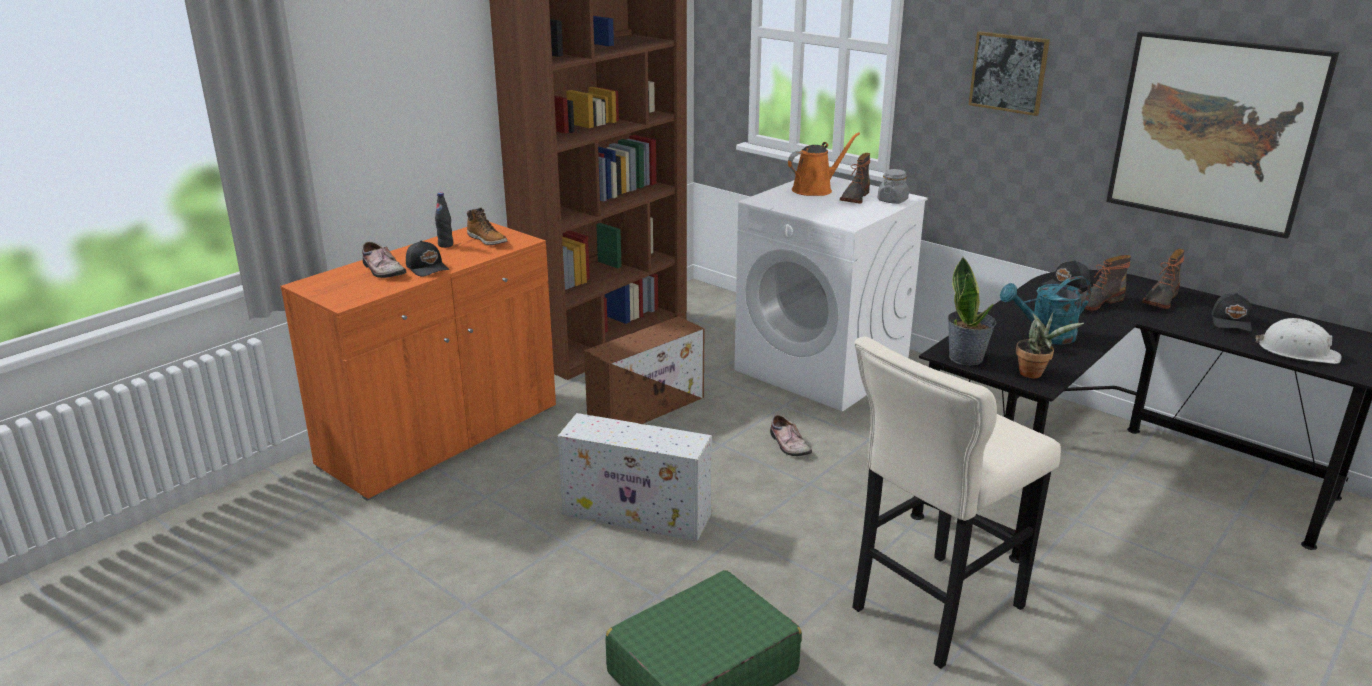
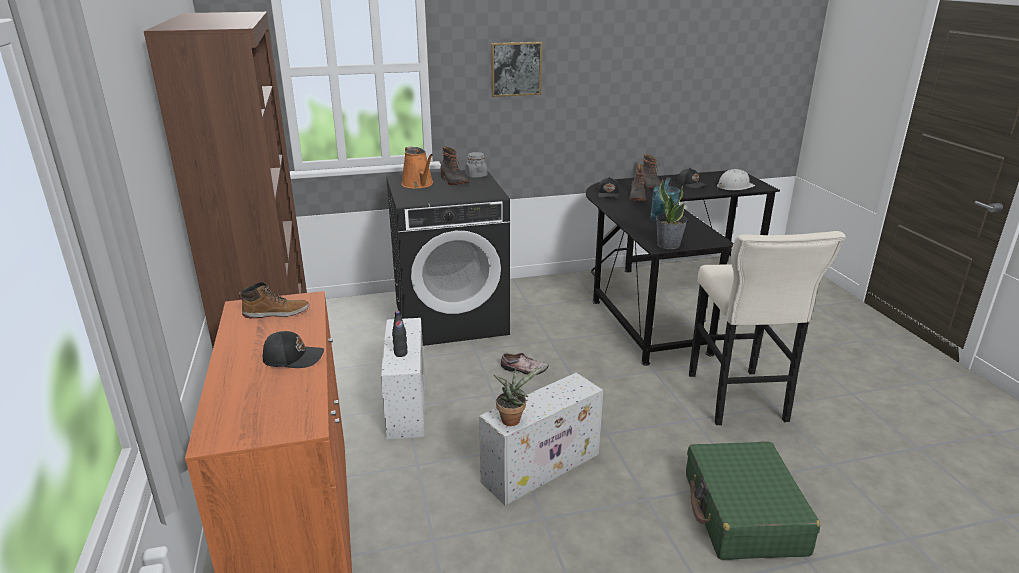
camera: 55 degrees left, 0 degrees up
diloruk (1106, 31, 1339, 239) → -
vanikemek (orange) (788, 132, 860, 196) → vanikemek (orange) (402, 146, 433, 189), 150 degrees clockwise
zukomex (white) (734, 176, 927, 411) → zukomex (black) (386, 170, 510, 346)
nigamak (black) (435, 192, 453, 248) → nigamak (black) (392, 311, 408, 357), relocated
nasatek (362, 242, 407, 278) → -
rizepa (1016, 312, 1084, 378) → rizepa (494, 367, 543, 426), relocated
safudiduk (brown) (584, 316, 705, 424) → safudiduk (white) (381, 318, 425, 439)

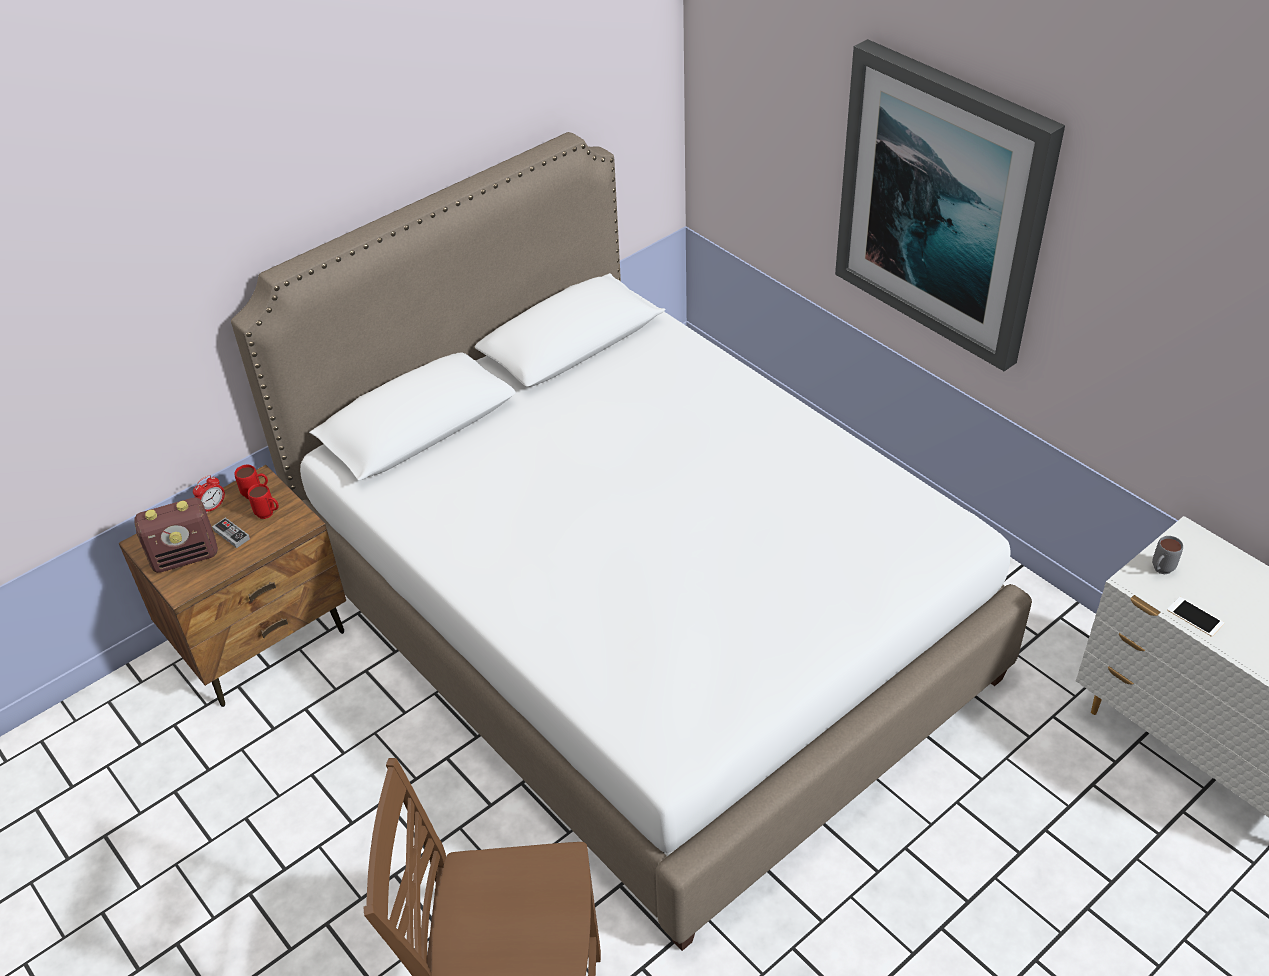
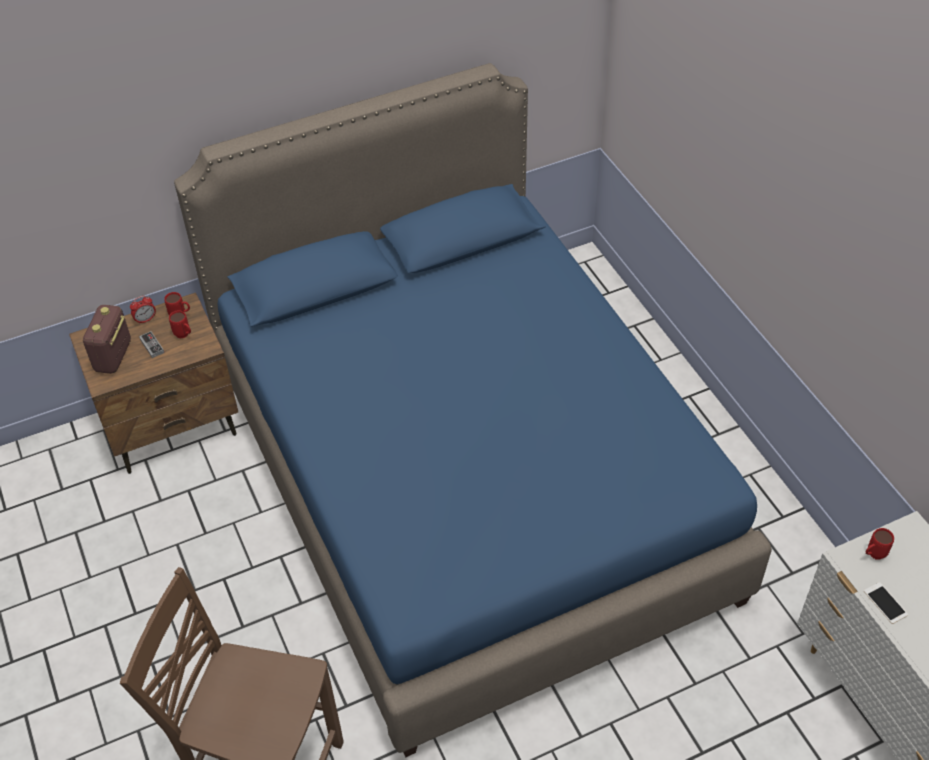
camera: 15 degrees right, 5 degrees up
diloruk (835, 39, 1065, 371) → -
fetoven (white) (231, 132, 1032, 951) → fetoven (blue) (174, 63, 772, 757)
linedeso (134, 498, 218, 573) → linedeso (83, 305, 131, 374), 105 degrees clockwise
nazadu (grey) (1152, 536, 1183, 574) → nazadu (red) (866, 528, 894, 560)

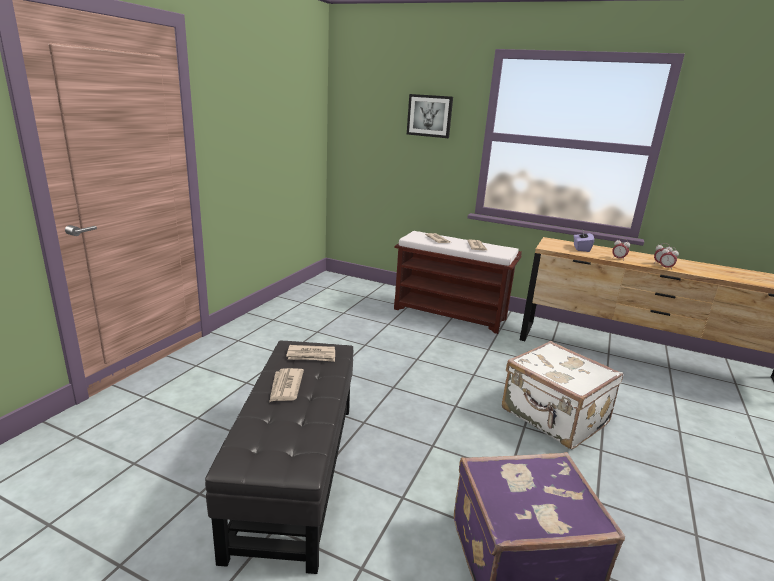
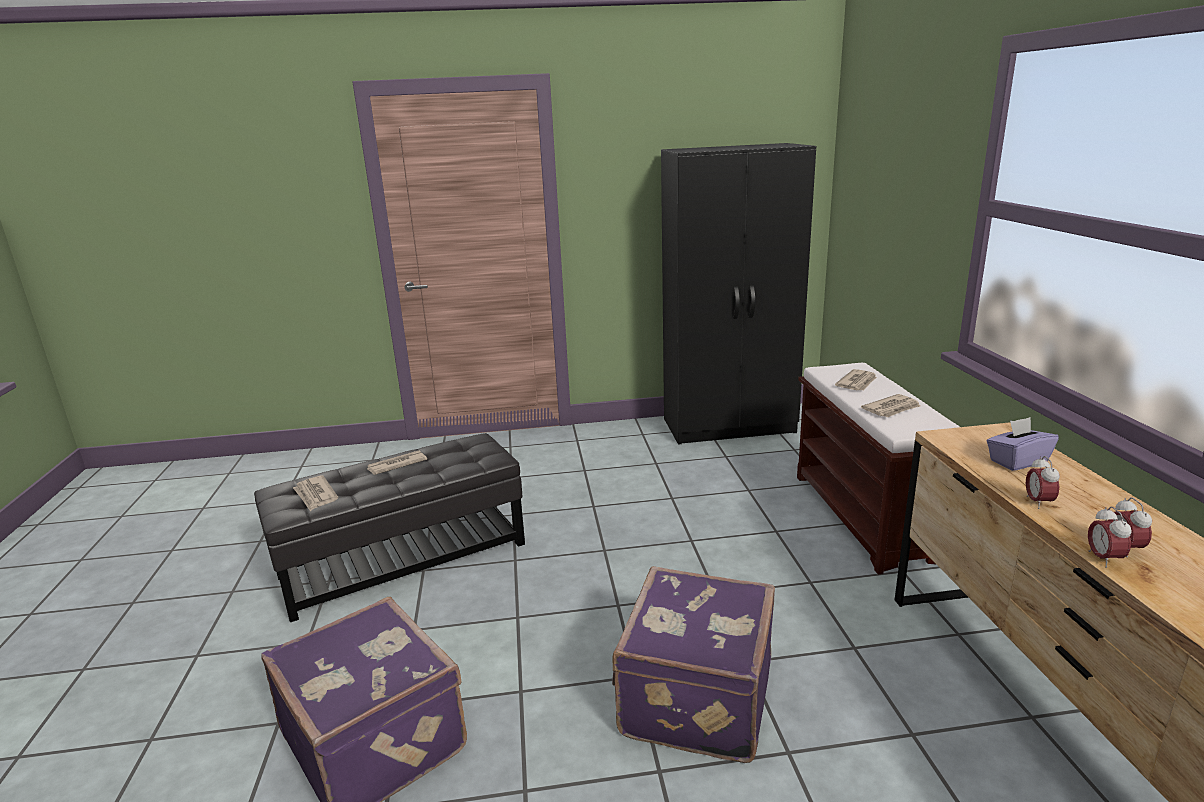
camera: 60 degrees right, 0 degrees up
diloruk (407, 94, 453, 138) → -
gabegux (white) (502, 341, 623, 449) → gabegux (purple) (612, 566, 775, 763)
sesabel (286, 345, 335, 362) → sesabel (293, 475, 338, 511), relocated
- → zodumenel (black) (661, 143, 816, 445)

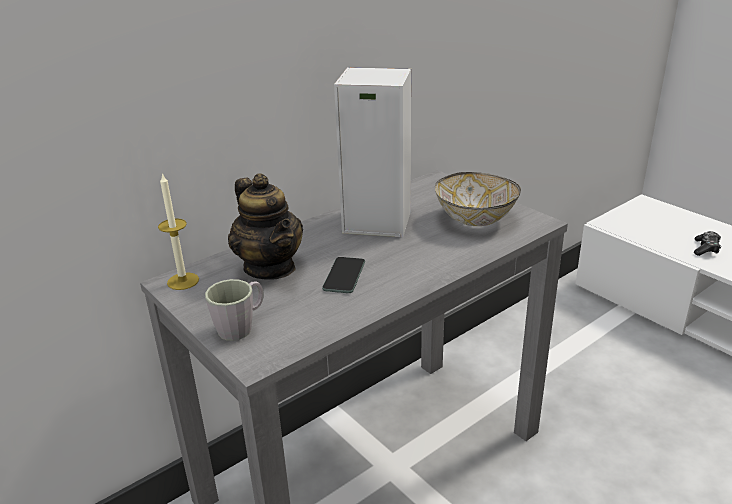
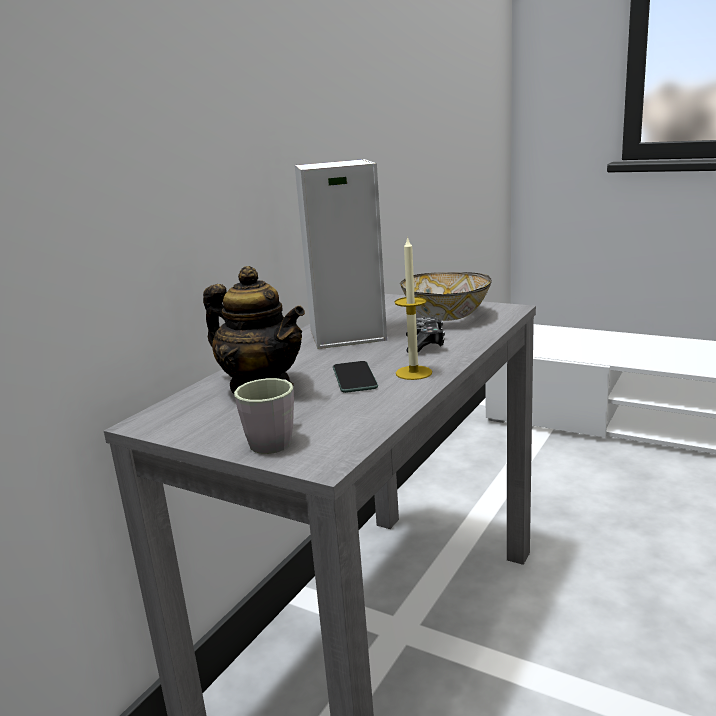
camera: 20 degrees left, 10 degrees down
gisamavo (158, 173, 199, 290) → gisamavo (395, 236, 432, 380), relocated
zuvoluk (694, 231, 721, 256) → zuvoluk (406, 317, 445, 352), relocated

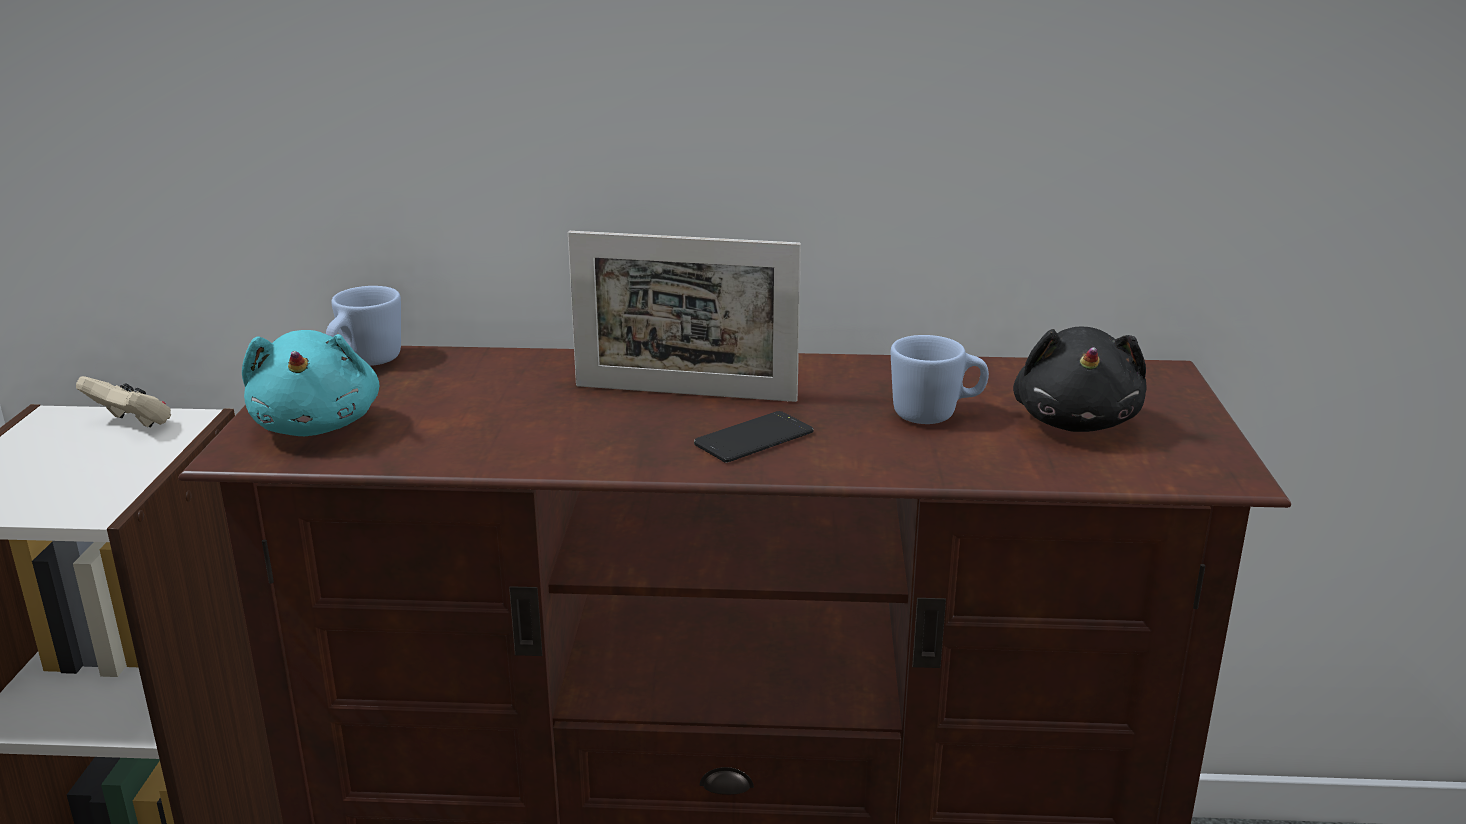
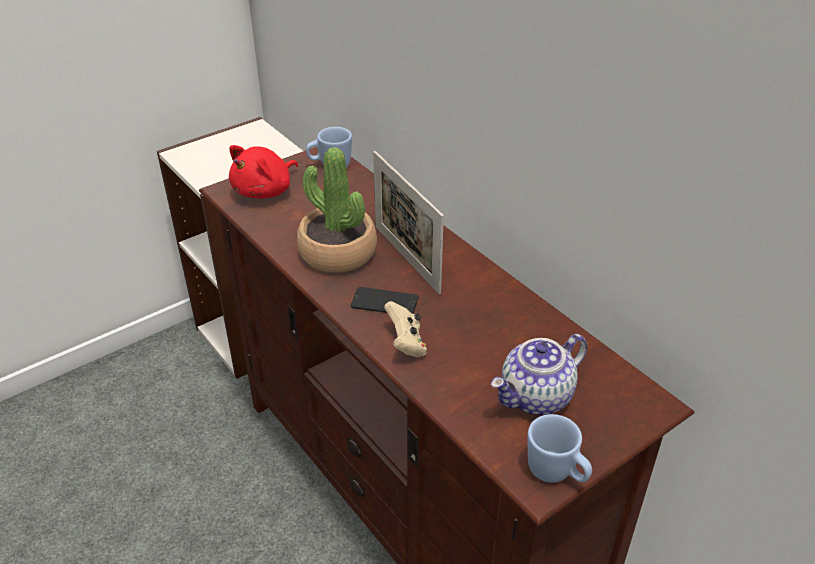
camera: 50 degrees right, 15 degrees up
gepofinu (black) (1013, 327, 1147, 432) → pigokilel (491, 334, 587, 415)
gepofinu (turquoise) (242, 330, 379, 436) → gepofinu (red) (229, 145, 298, 198)
nazadu (blue) (891, 335, 989, 424) → nazadu (blue) (528, 414, 592, 482), relocated
zuvoluk (beige) (76, 376, 171, 428) → zuvoluk (beige) (384, 301, 427, 357), relocated
- → rizepa (297, 147, 377, 272)

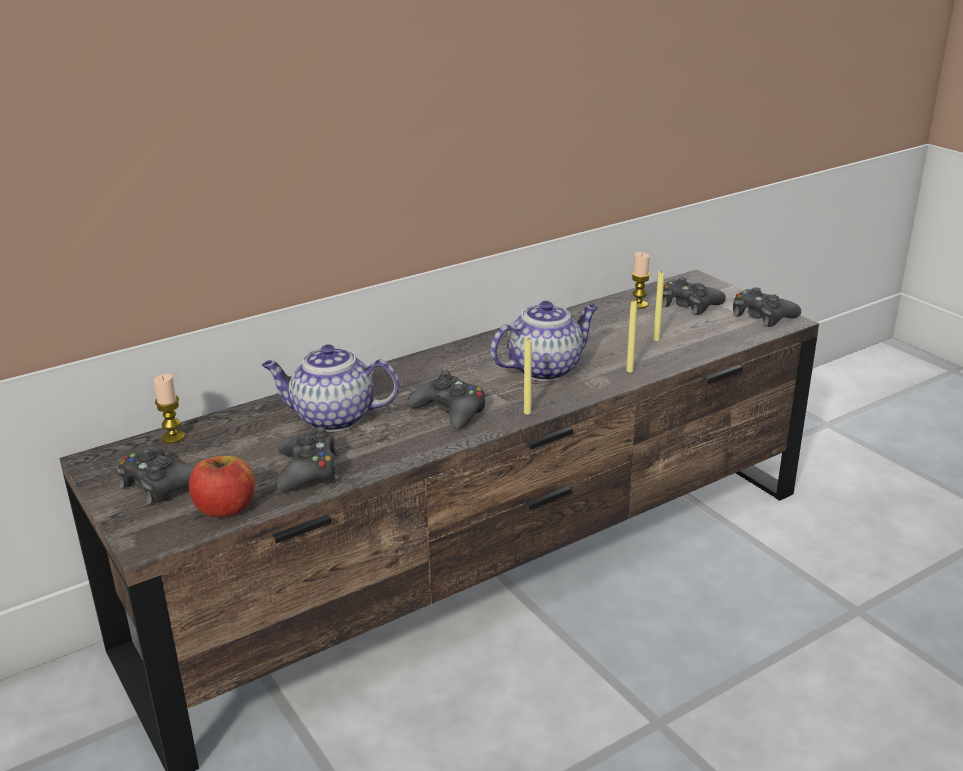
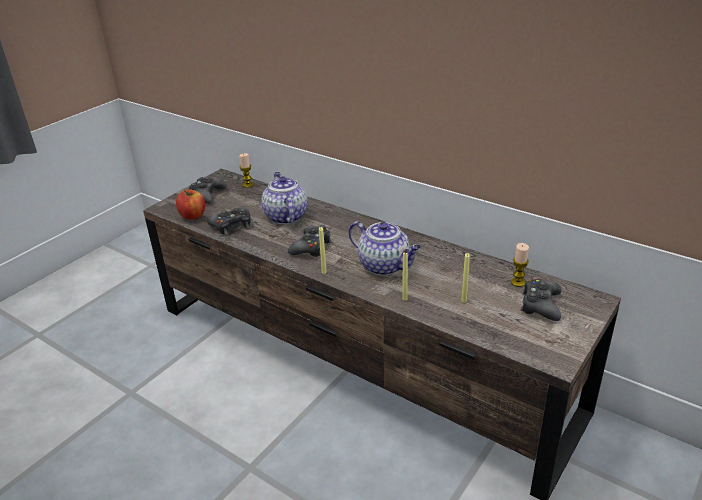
camera: 70 degrees right, 5 degrees up
zuvoluk (black) (733, 288, 801, 327) → -

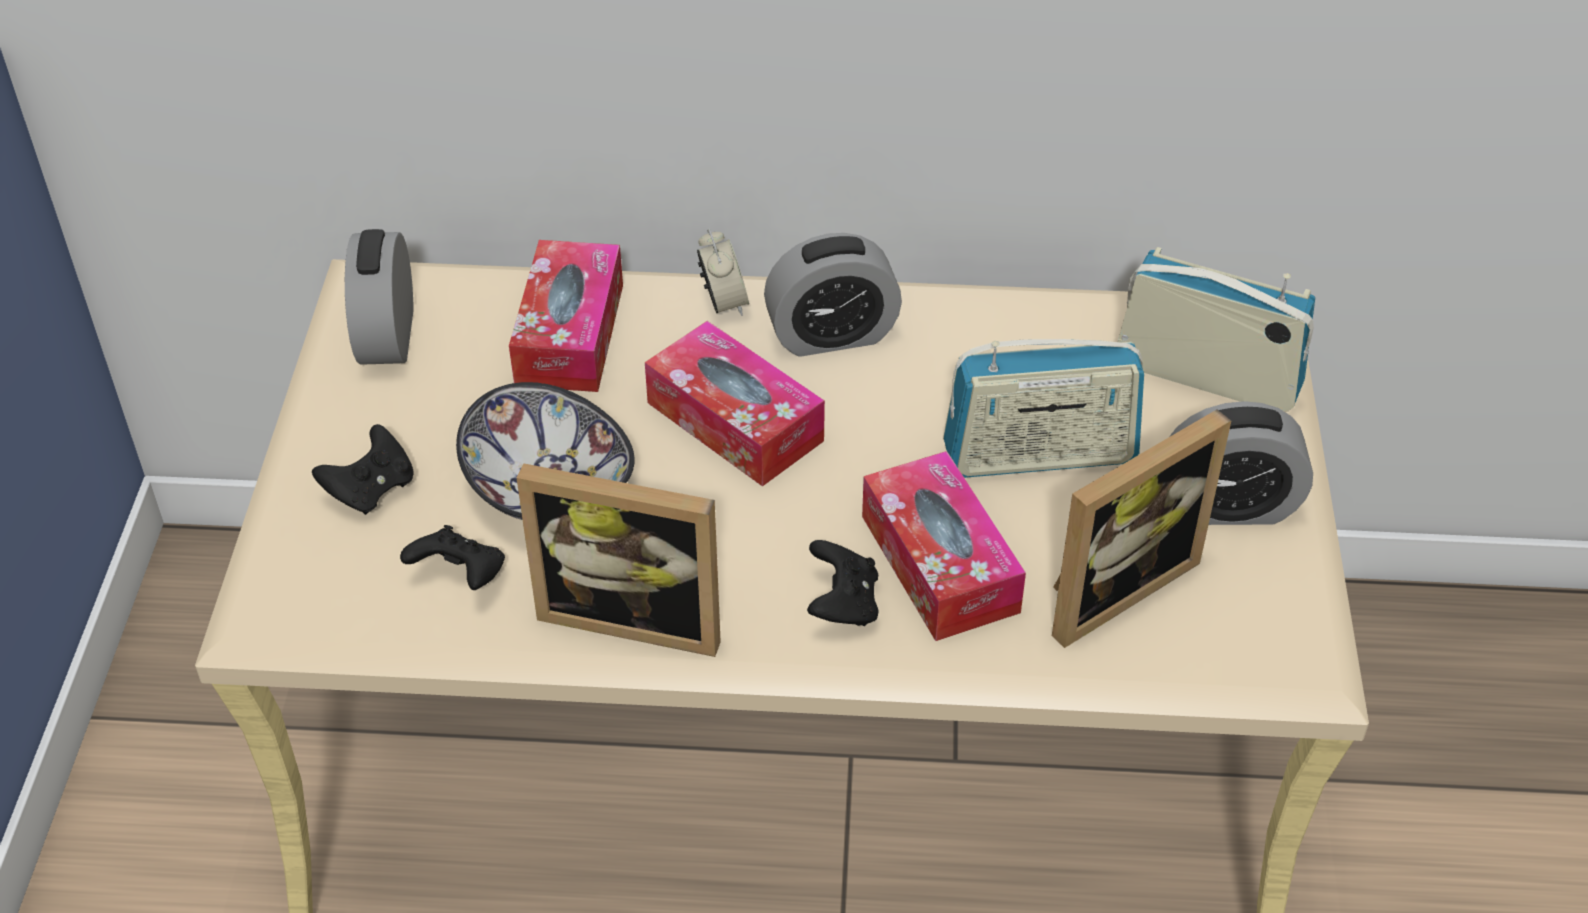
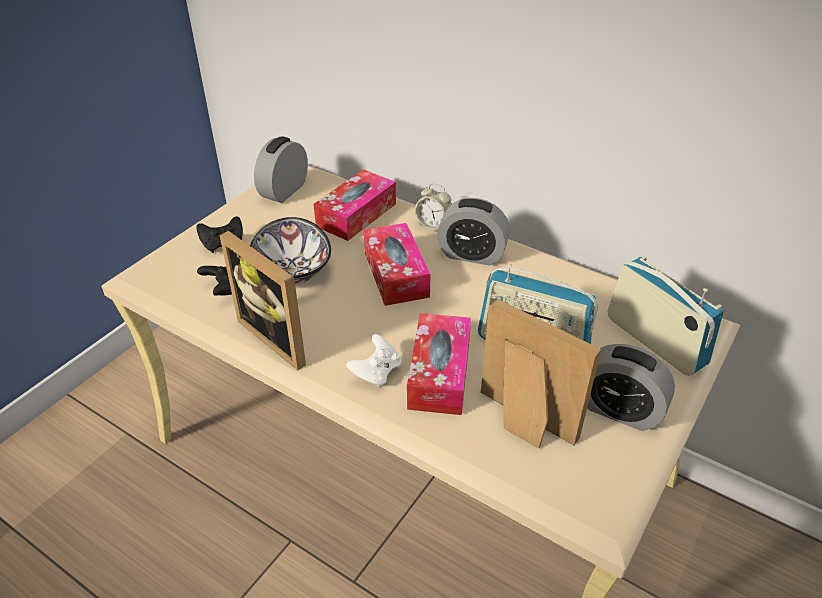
camera: 30 degrees right, 5 degrees down
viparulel (697, 228, 749, 316) → viparulel (415, 184, 452, 230), 105 degrees clockwise
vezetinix (1052, 409, 1231, 648) → vezetinix (481, 298, 601, 449), 135 degrees counterclockwise
zuvoluk (black) (807, 540, 879, 626) → zuvoluk (white) (346, 334, 401, 387)

